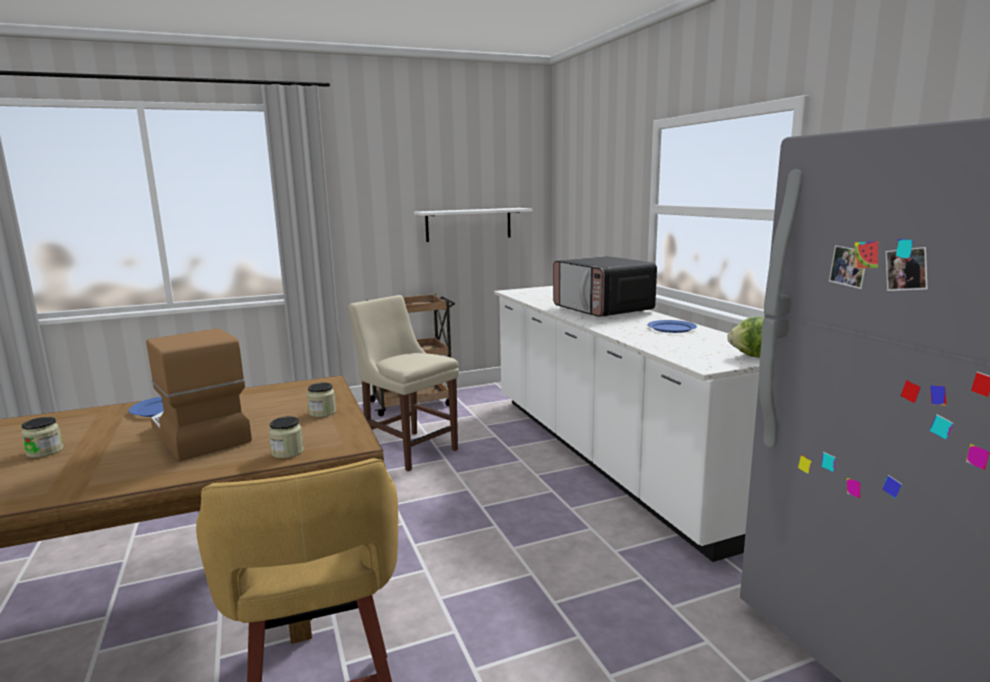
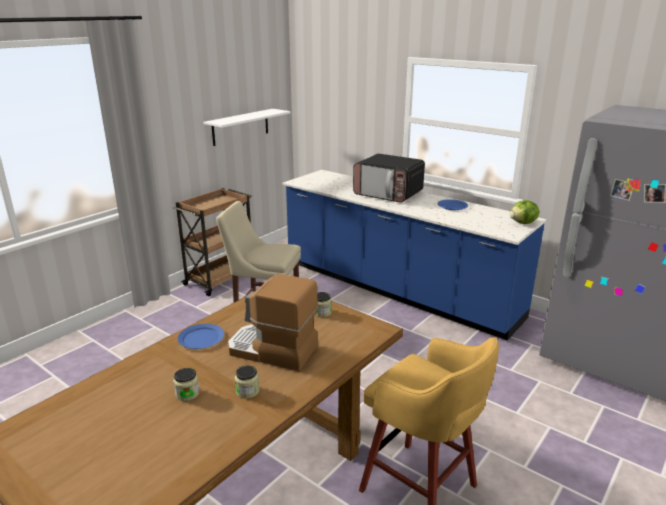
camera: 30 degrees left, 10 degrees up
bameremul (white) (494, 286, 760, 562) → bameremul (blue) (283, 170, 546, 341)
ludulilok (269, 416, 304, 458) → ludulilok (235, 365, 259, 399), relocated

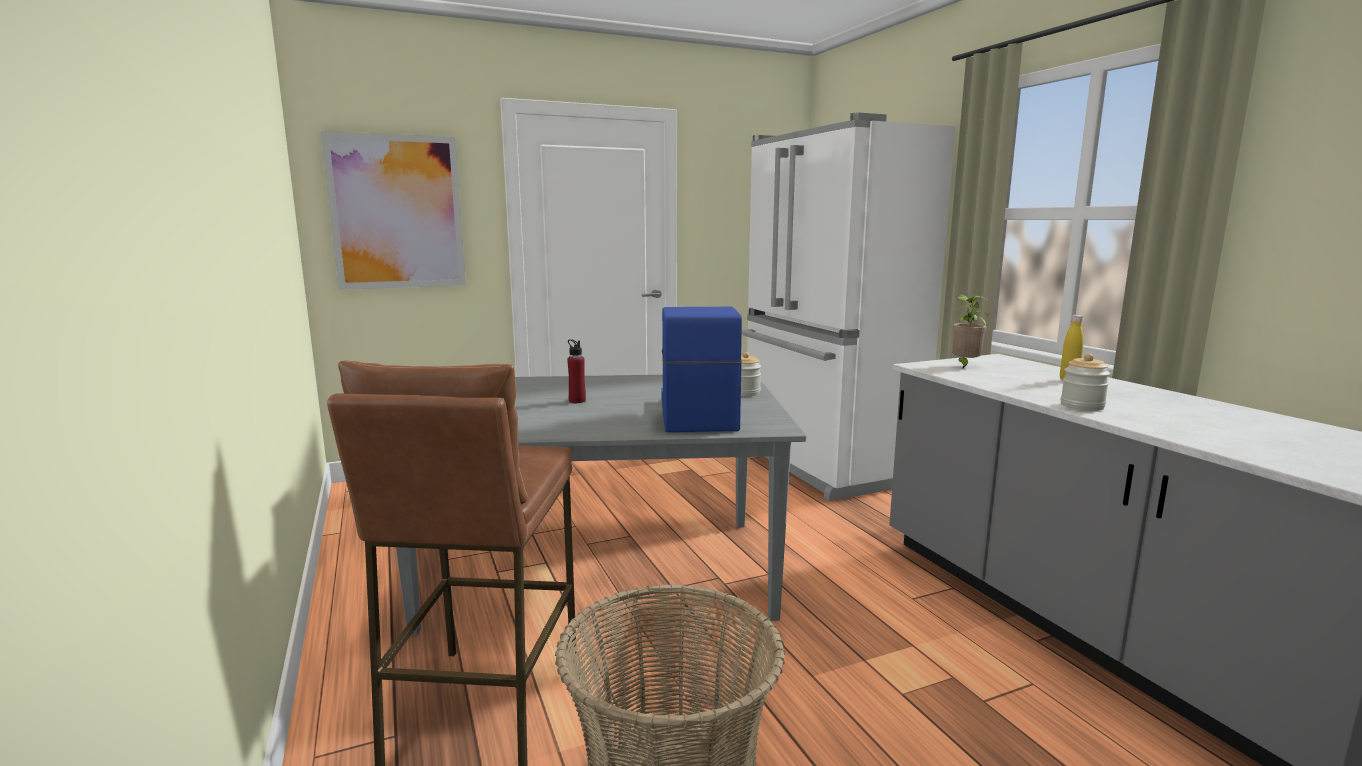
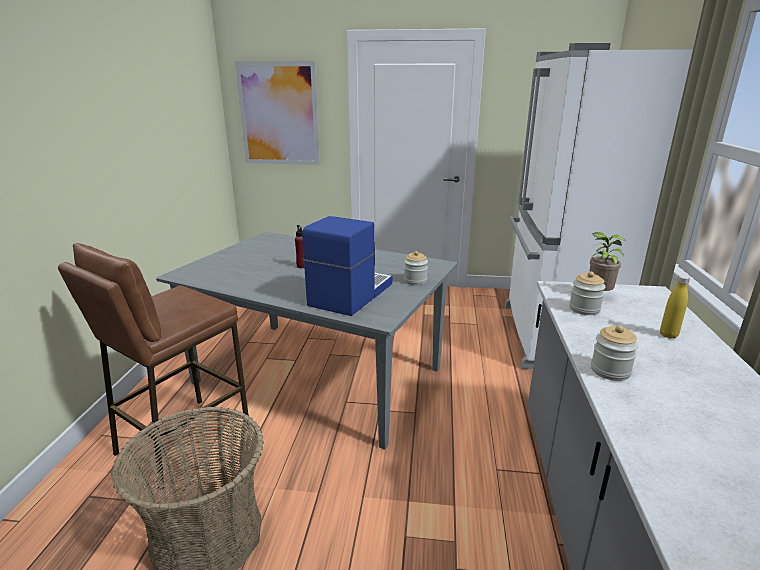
camera: 30 degrees right, 10 degrees up
- → ludulilok (569, 271, 606, 315)

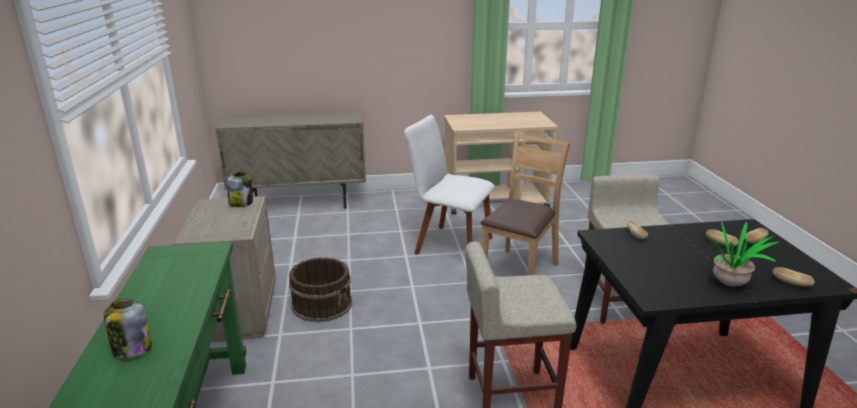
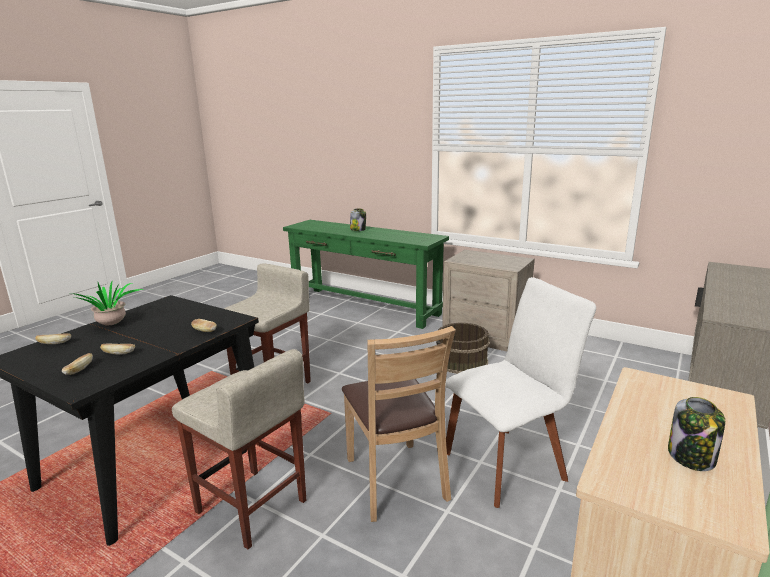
camera: 130 degrees right, 5 degrees down
ludulilok (227, 172, 253, 207) → ludulilok (668, 397, 725, 471), relocated

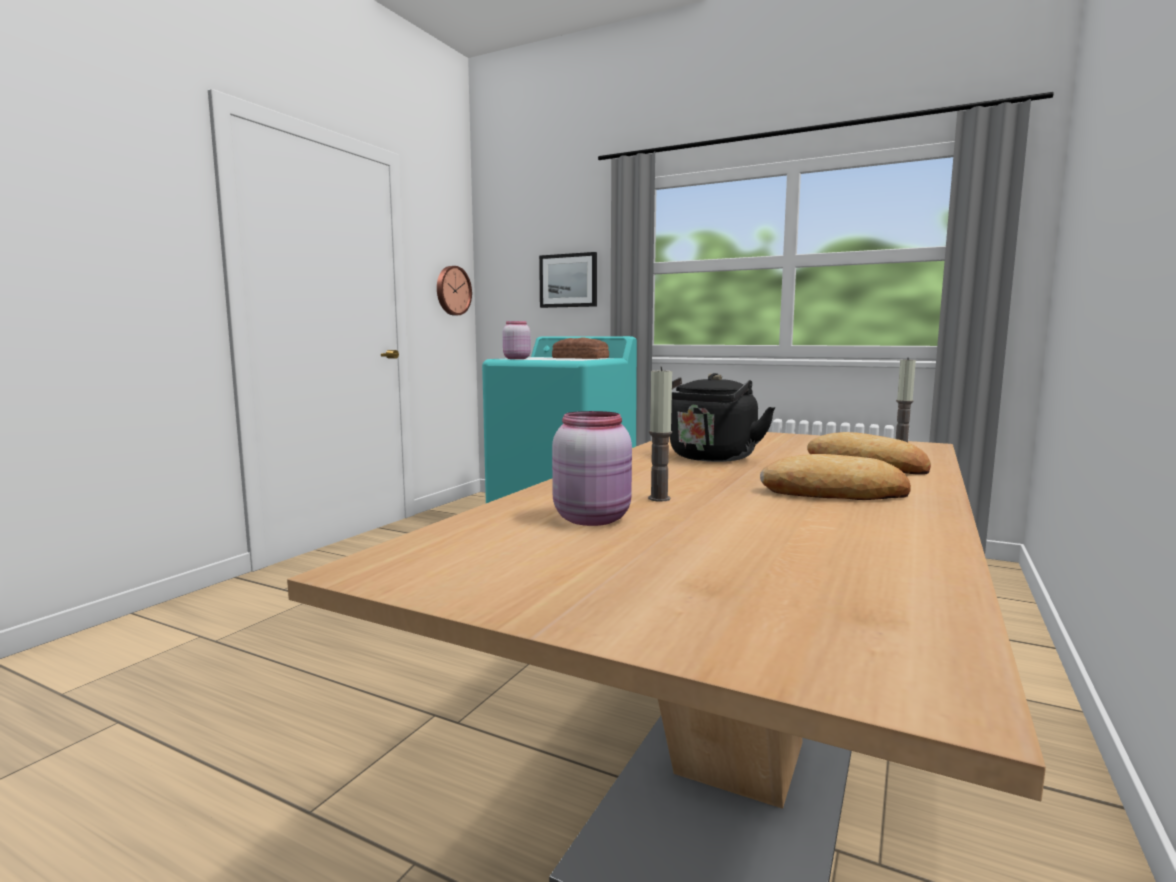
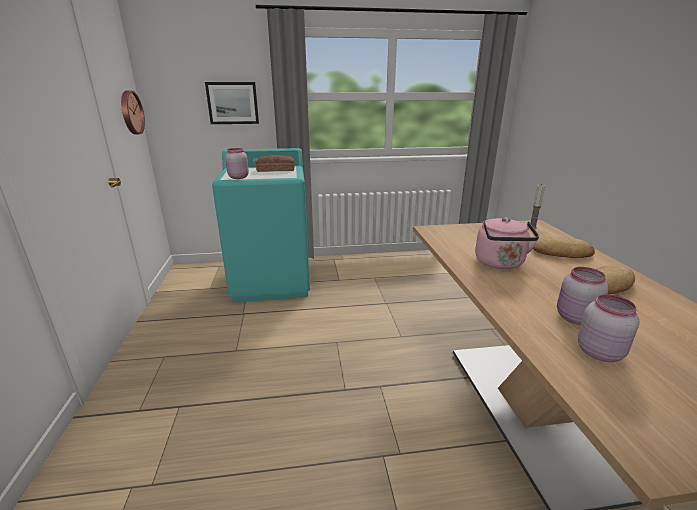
camera: 35 degrees left, 15 degrees up
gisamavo (648, 367, 672, 502) → ludulilok (pink) (557, 267, 608, 325)
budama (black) (670, 373, 775, 462) → budama (pink) (475, 217, 540, 269)

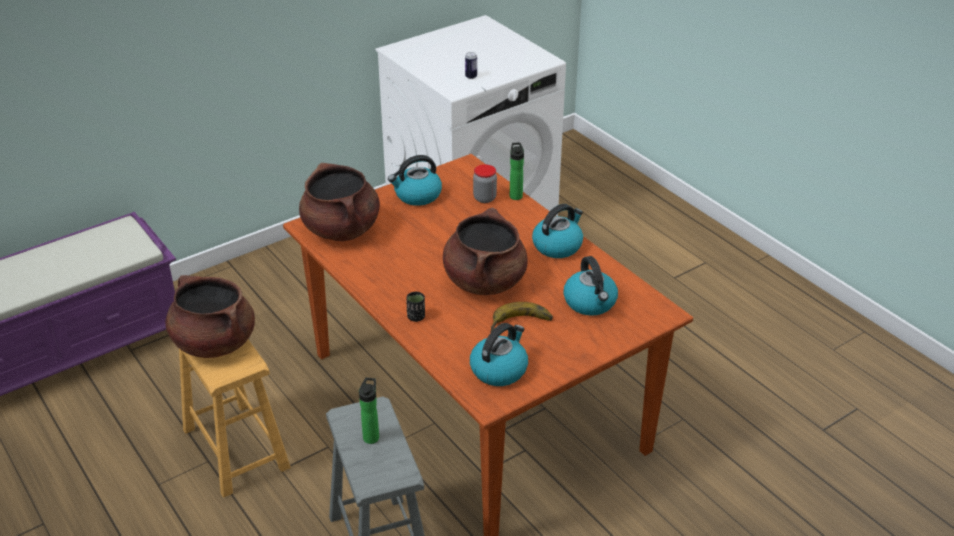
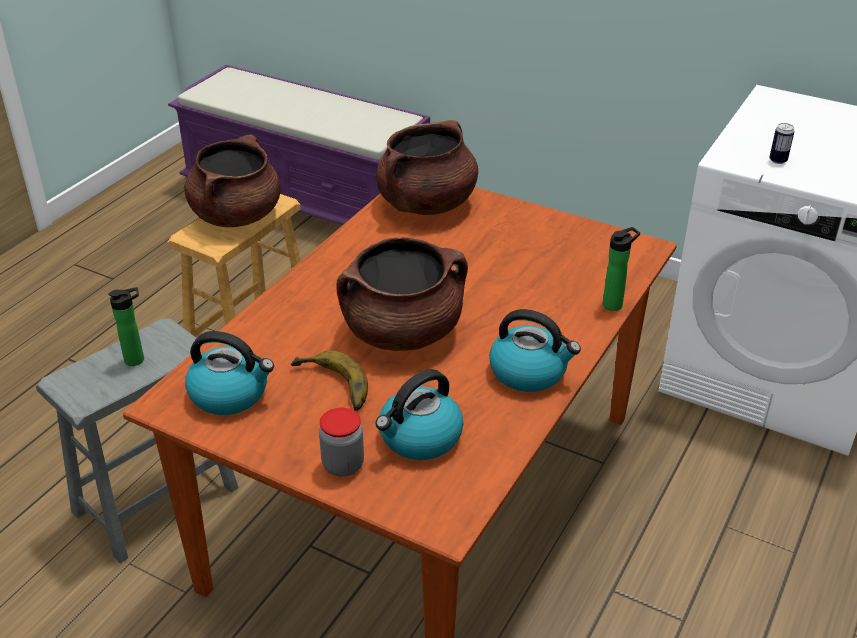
camera: 65 degrees right, 0 degrees up
budama (388, 155, 442, 206) → -
ludulilok (473, 164, 497, 203) → ludulilok (319, 407, 364, 477), relocated
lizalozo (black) (406, 292, 425, 322) → -

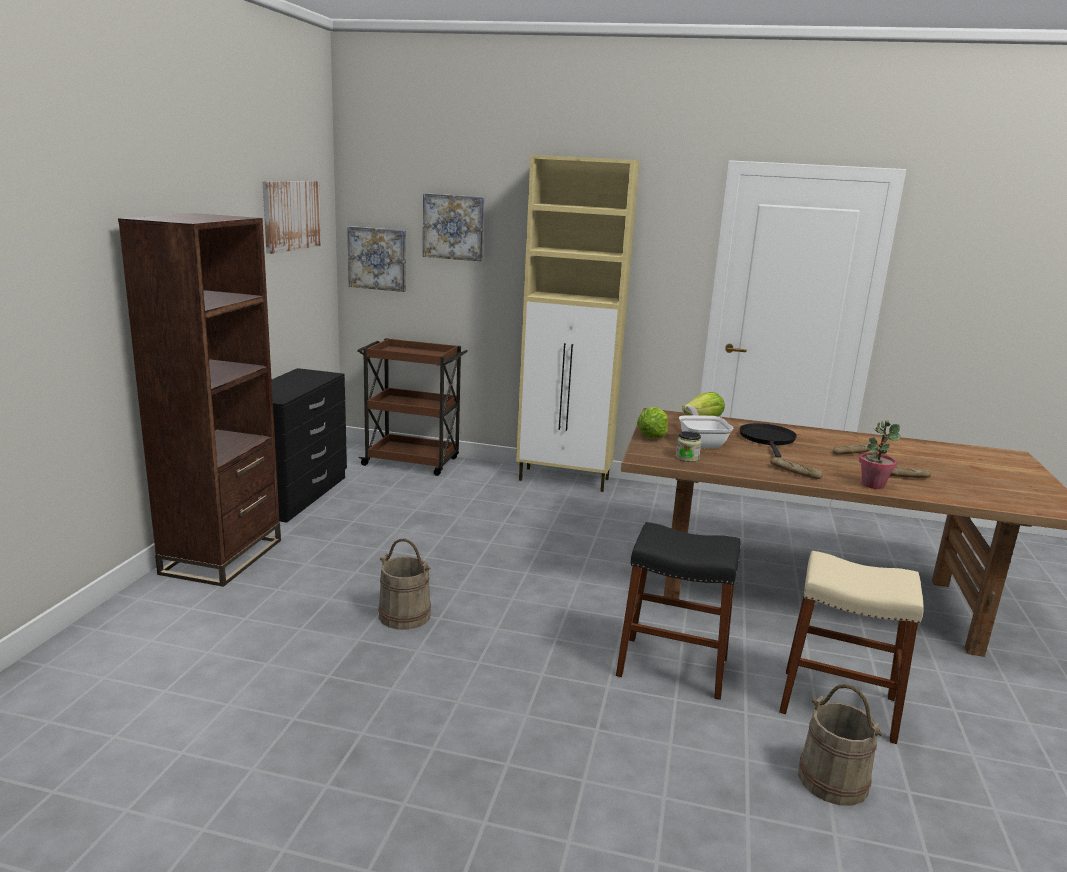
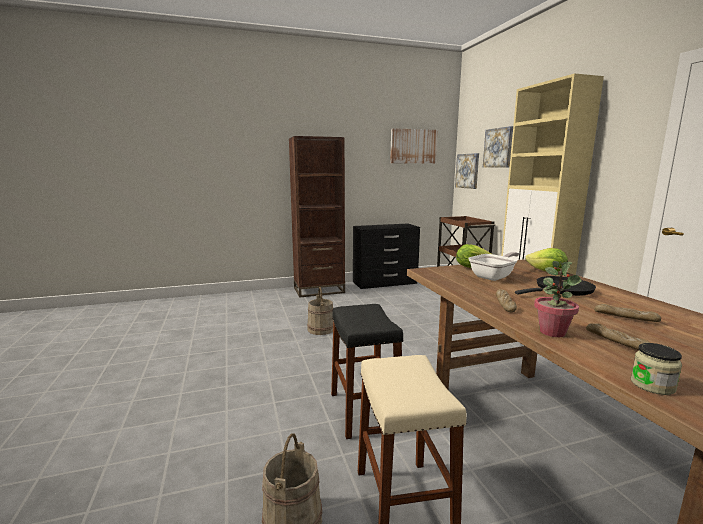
camera: 60 degrees right, 5 degrees down
ludulilok (676, 431, 701, 462) → ludulilok (631, 343, 682, 395), relocated

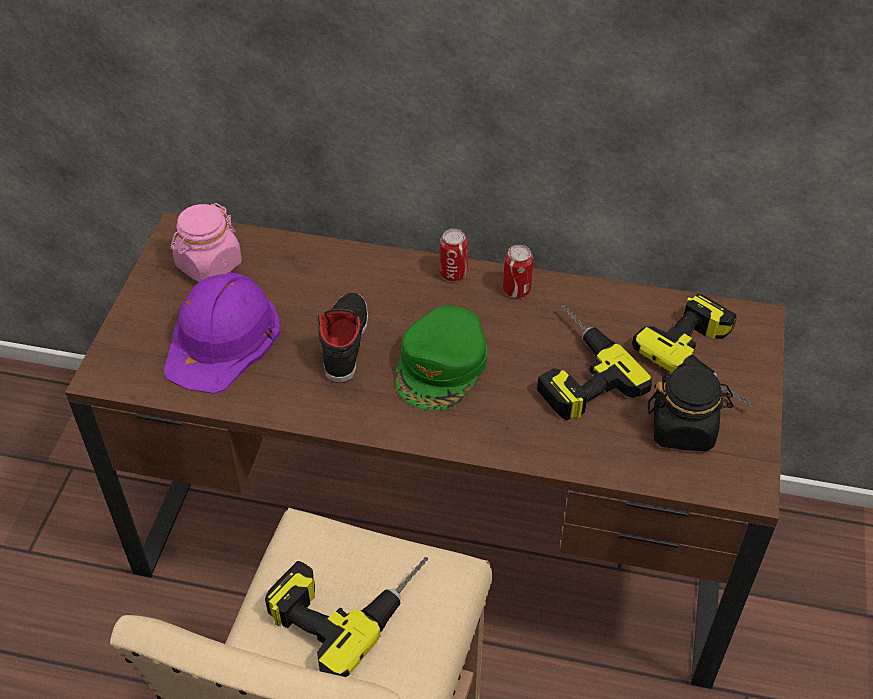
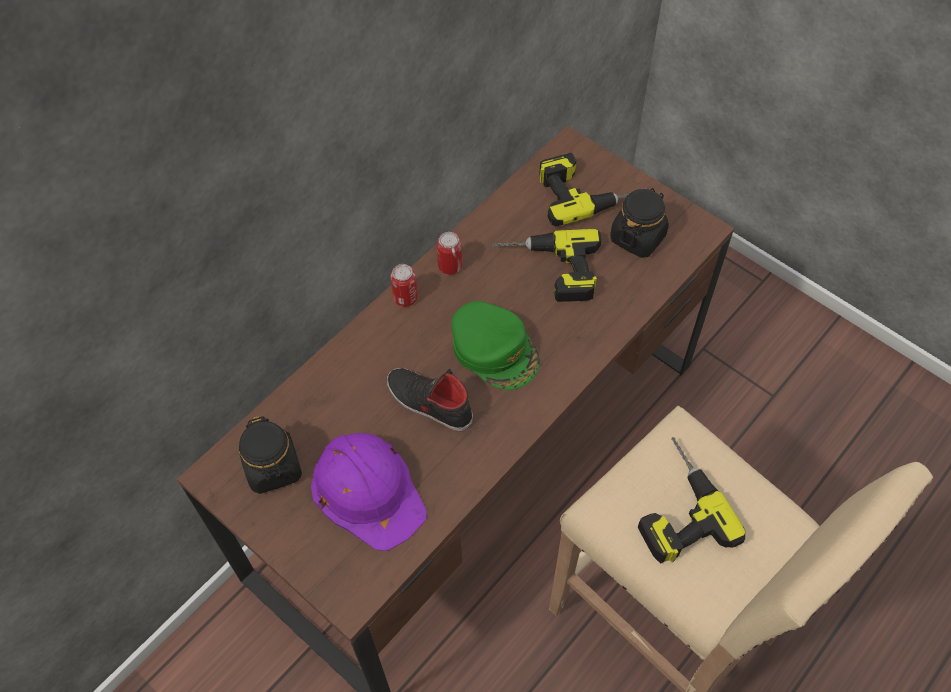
camera: 60 degrees left, 10 degrees up
ludulilok (pink) (171, 203, 242, 282) → ludulilok (black) (239, 416, 302, 494)

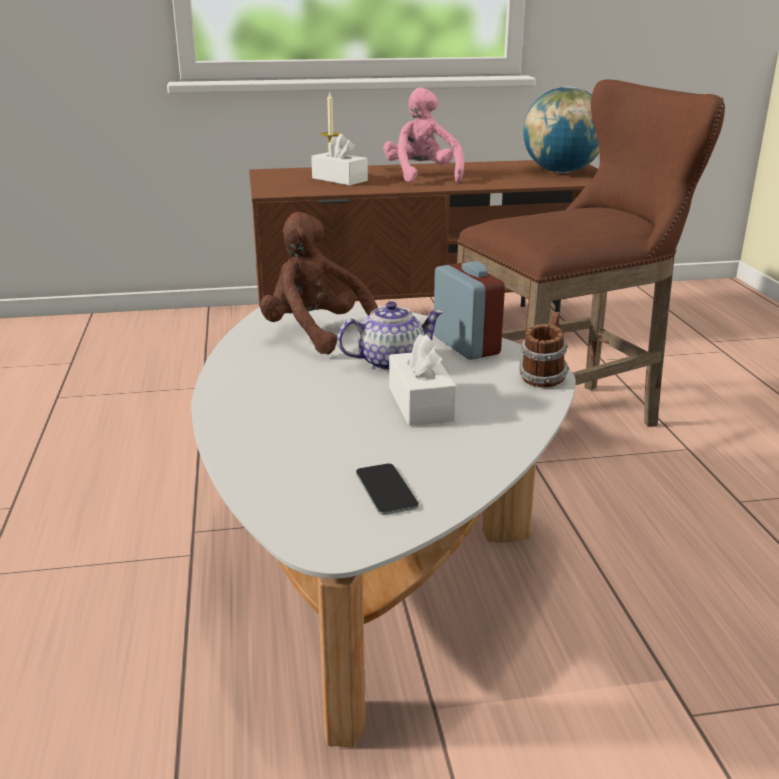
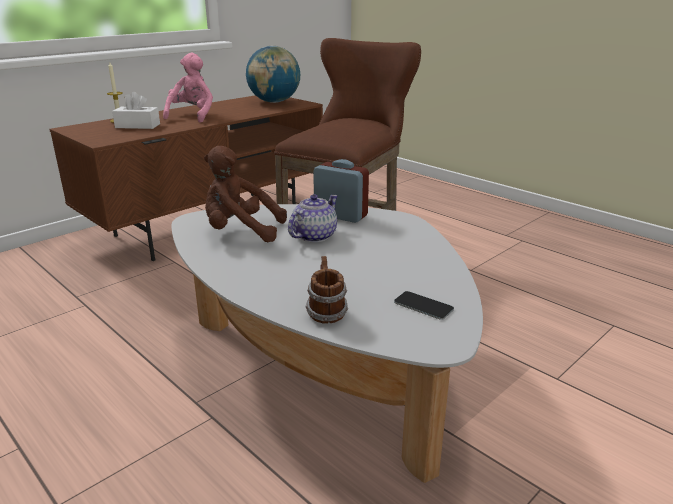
camera: 35 degrees left, 0 degrees up
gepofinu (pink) (383, 87, 464, 183) → gepofinu (pink) (163, 53, 213, 123), 60 degrees clockwise
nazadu (519, 312, 569, 388) → nazadu (305, 256, 348, 324), relocated
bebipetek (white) (389, 334, 456, 426) → -

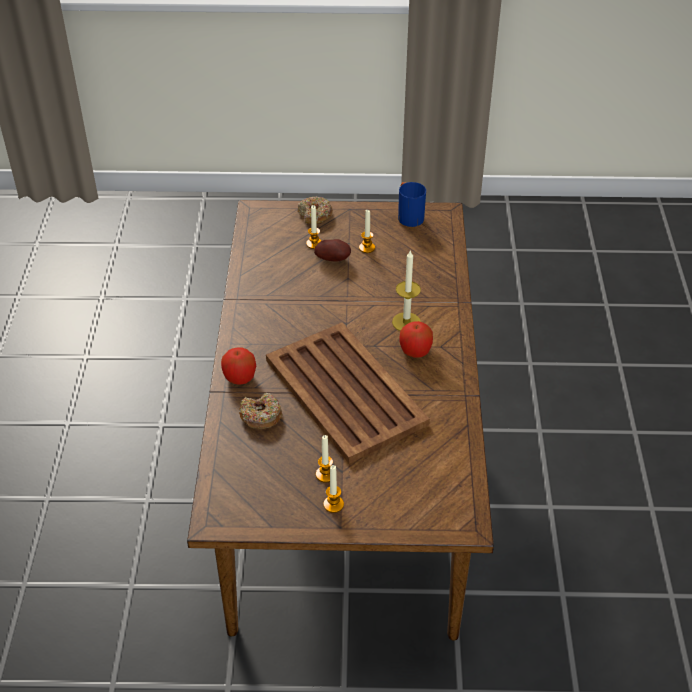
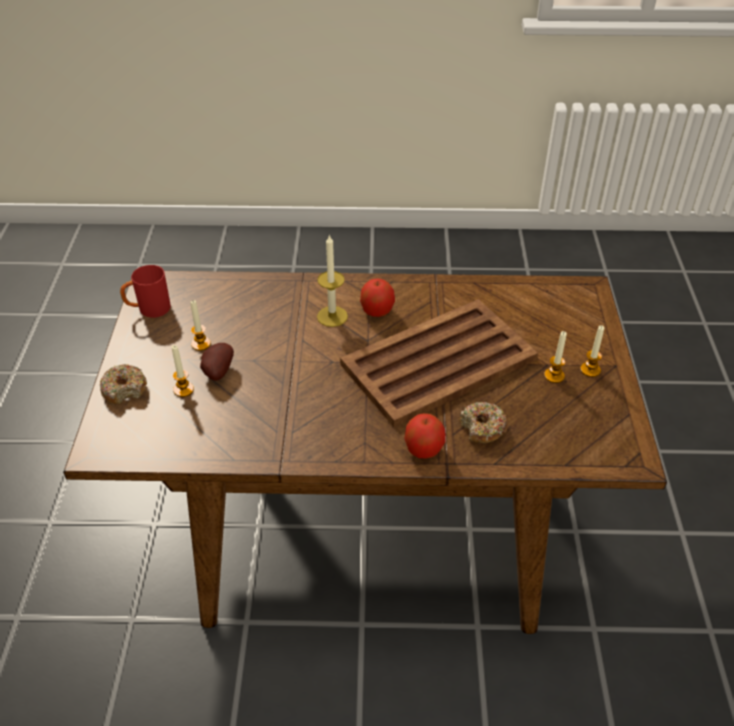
camera: 90 degrees left, 0 degrees up
nazadu (blue) (398, 182, 426, 227) → nazadu (red) (120, 265, 171, 318)

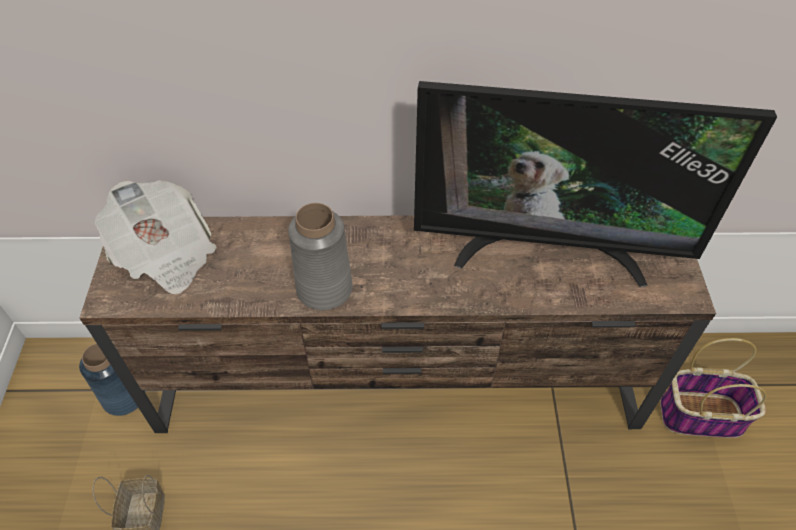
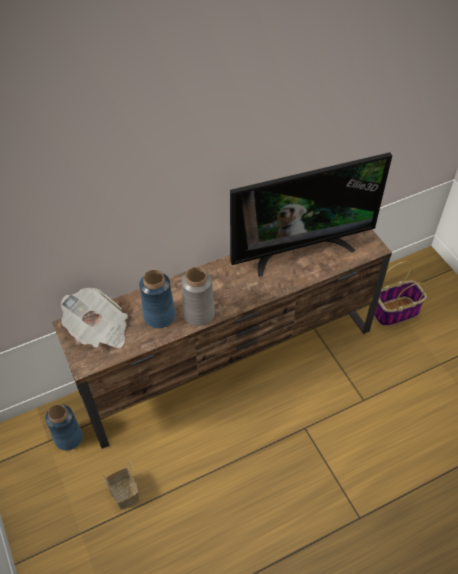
camera: 25 degrees left, 0 degrees up
- → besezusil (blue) (139, 269, 176, 328)

